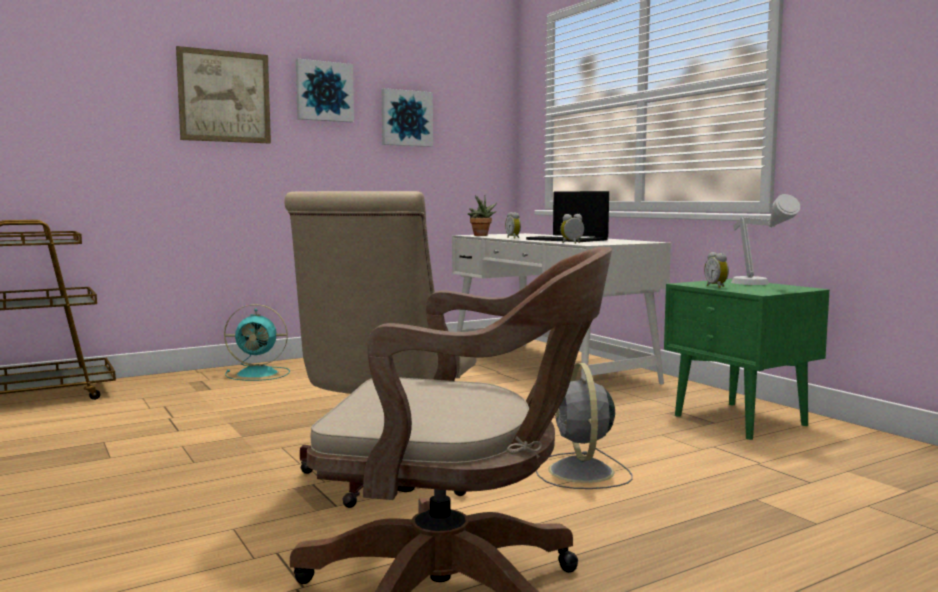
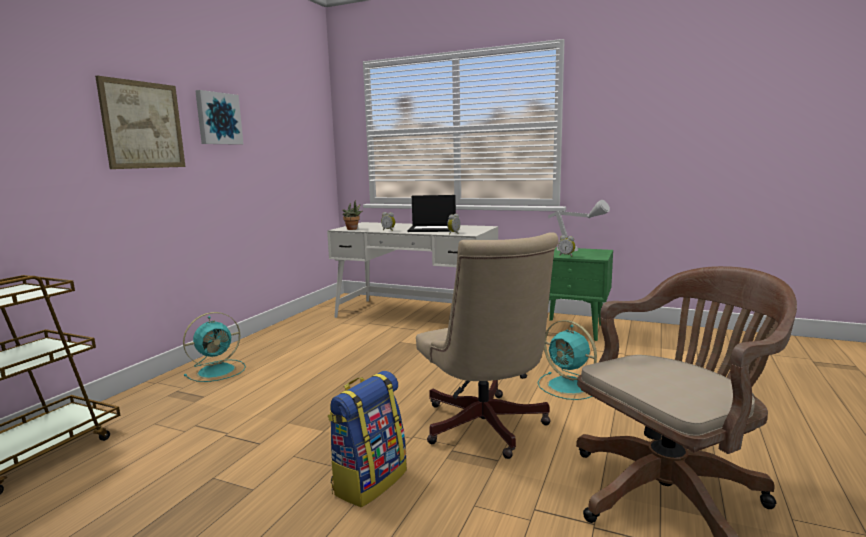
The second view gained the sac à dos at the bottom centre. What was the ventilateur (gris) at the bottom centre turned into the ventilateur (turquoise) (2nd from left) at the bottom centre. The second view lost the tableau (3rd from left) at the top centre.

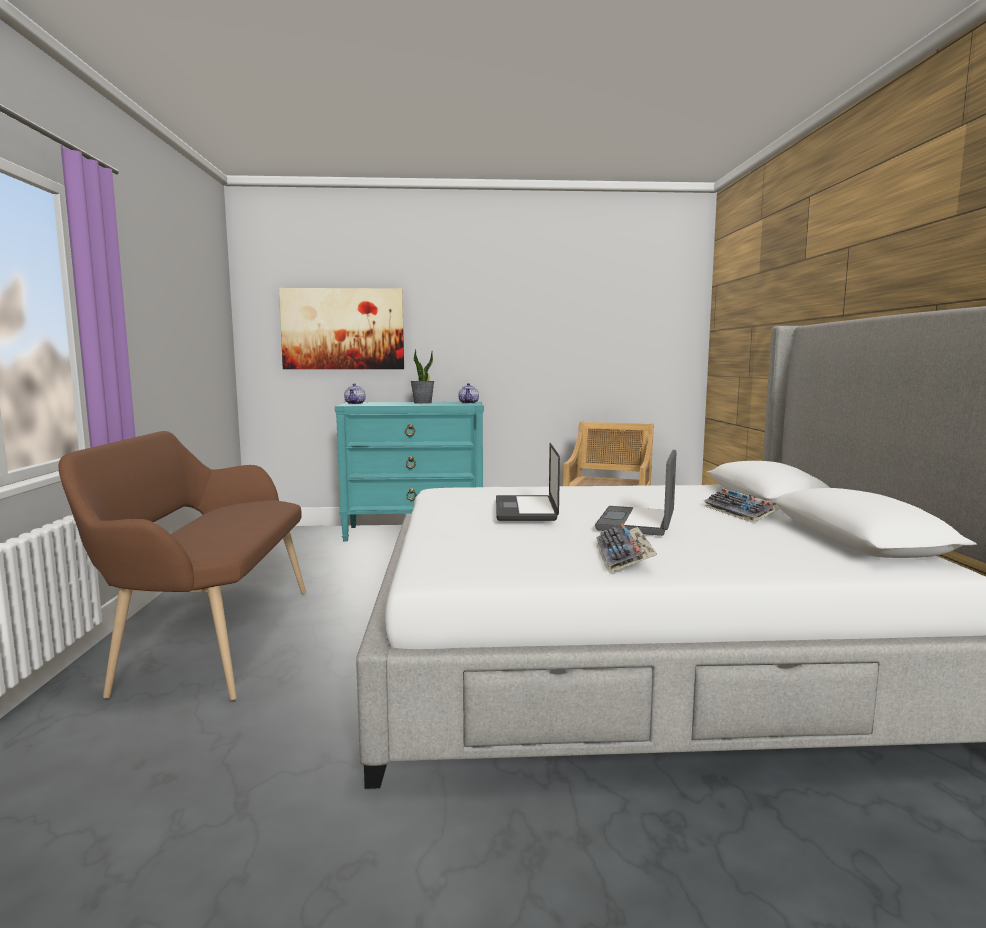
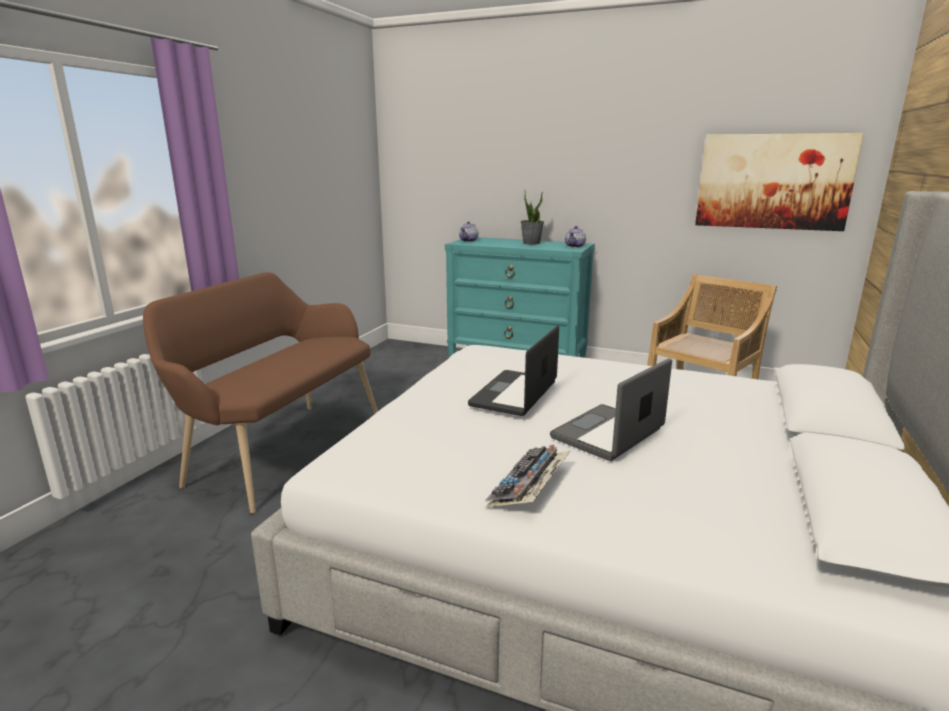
The tableau ended up elsewhere, having gone from the centre to the top right. The second view lost the clavier (2nd from left) at the middle right.

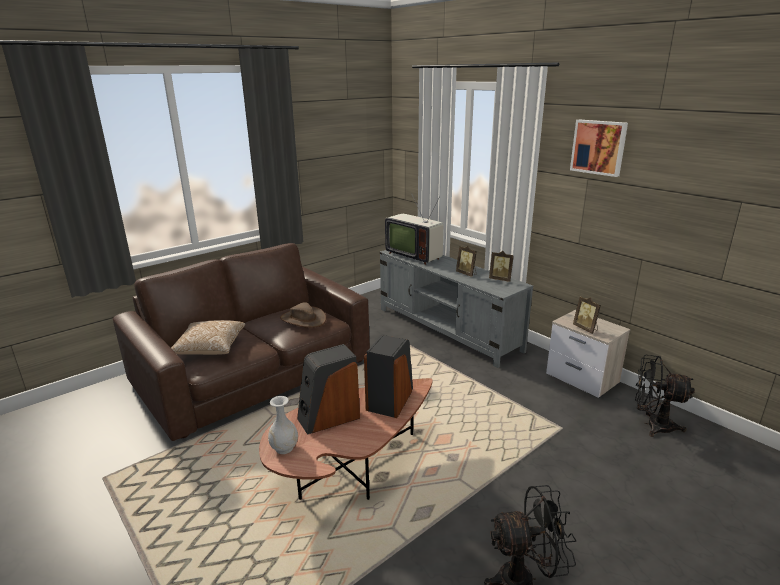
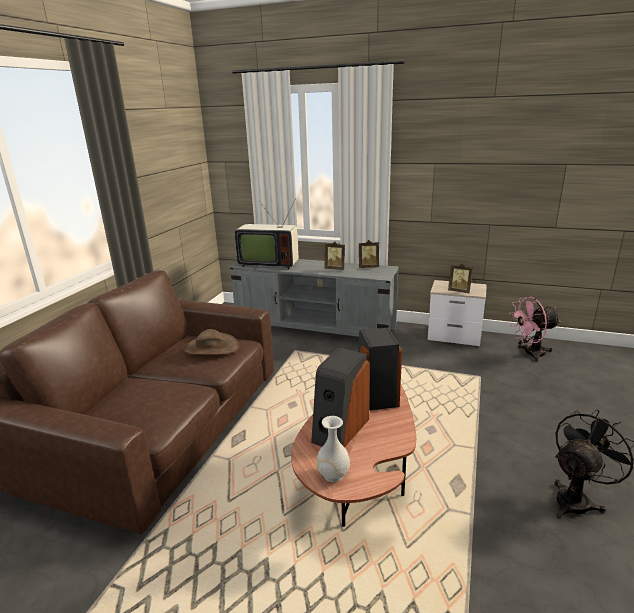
What was the ventilateur (noir) (2nd from left) at the bottom right turned into the ventilateur (rose) at the middle right. The second view lost the coussin at the middle left. The second view lost the tableau at the top right.

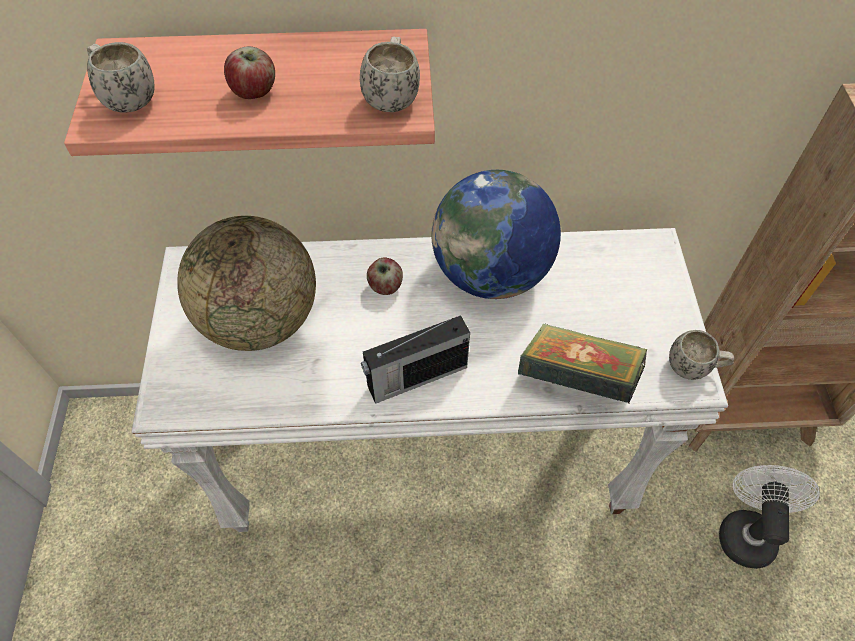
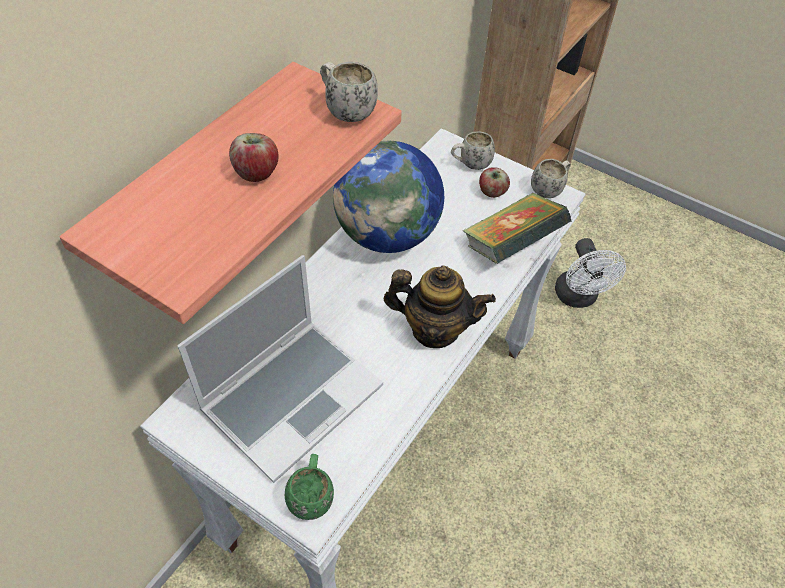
Where the globe (1st from left) stood at the middle left, the ordinateur portable came to stand at the centre. The second view gained the mug (vert) at the bottom centre. Where the radio stood at the centre, the théière came to stand at the centre. The mug (blanc) (1st from left in the first image) ended up elsewhere, having gone from the top left to the top centre. The pomme (2nd from left) ended up elsewhere, having gone from the centre to the top centre. The ventilateur (blanc) at the bottom right ended up facing another way, 150 degrees counterclockwise from before.

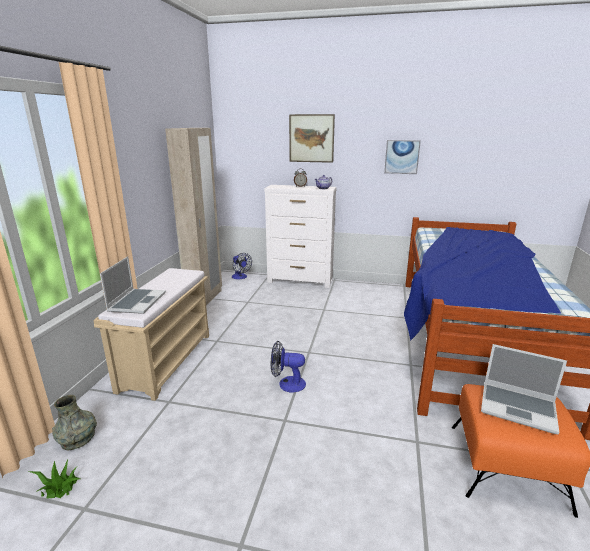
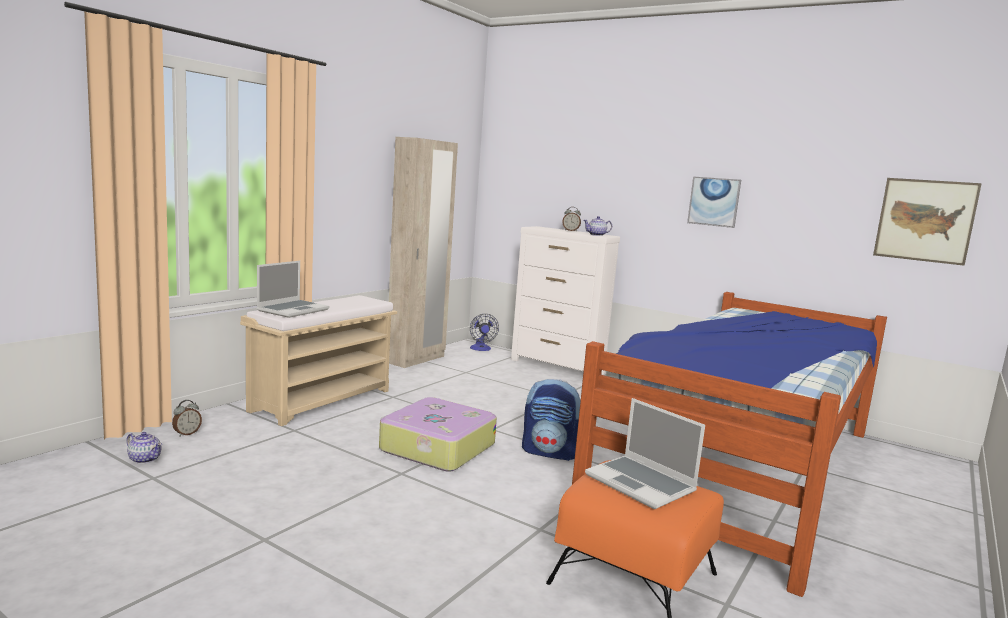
Where the plante en pot stood at the bottom left, the théière (1st from left) came to stand at the bottom left. Where the vase (gris) stood at the bottom left, the réveil (1st from left) came to stand at the bottom left. Where the ventilateur (2nd from left) stood at the centre, the valise came to stand at the bottom centre. The second view gained the sac à dos at the bottom centre. The tableau (1st from left in the first image) ended up elsewhere, having gone from the top centre to the middle right.

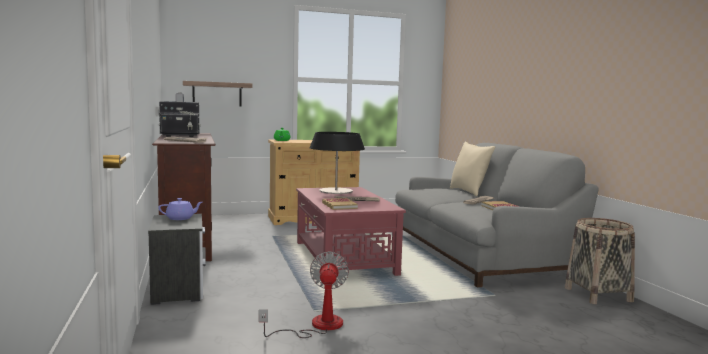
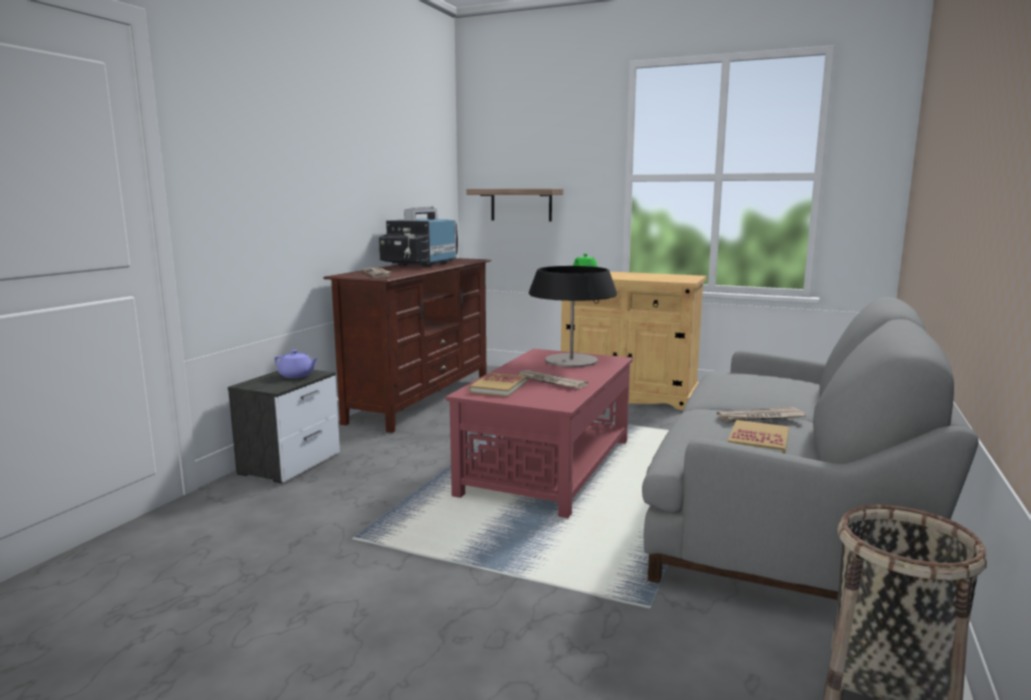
The second view lost the ventilateur at the bottom centre. The second view lost the coussin (beige) at the middle right.

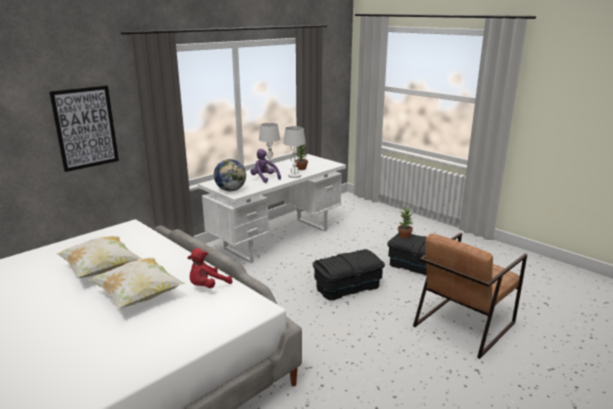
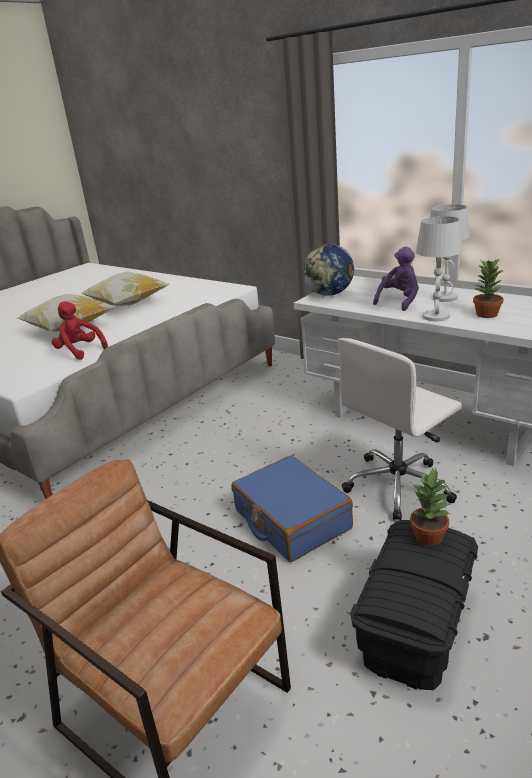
Where the boîte de rangement (noir) (1st from left) stood at the bottom centre, the valise (bleu) came to stand at the centre. The second view gained the chaise de bureau (blanc) at the middle right. The second view lost the tableau at the top left.

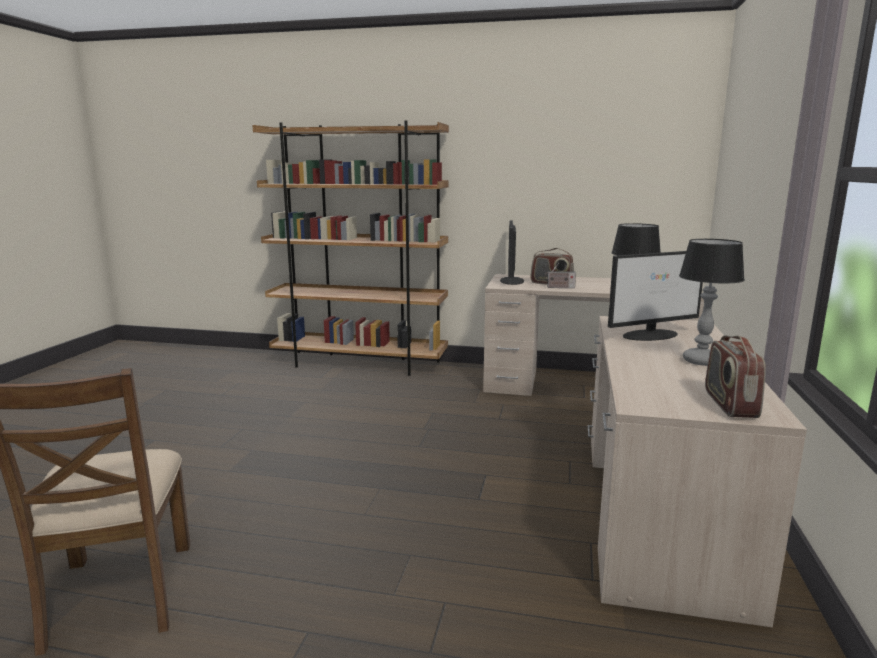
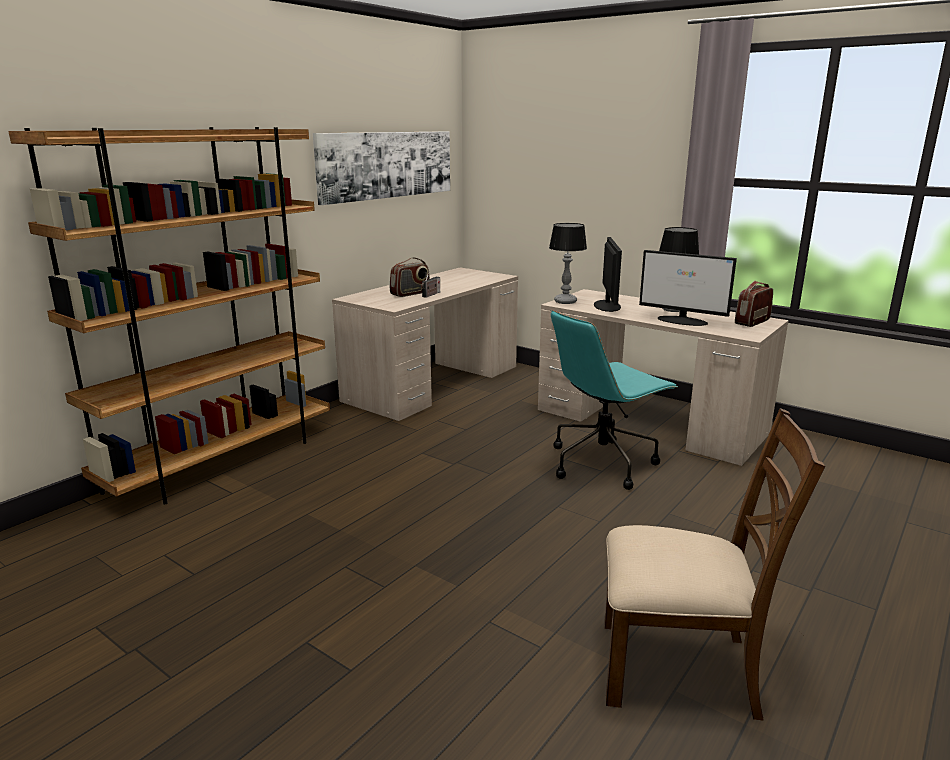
The second view gained the tableau at the top centre. The second view gained the chaise de bureau (turquoise) at the centre. The écran d'ordinateur (1st from left in the first image) ended up elsewhere, having gone from the centre to the middle right. The radio (3rd from left) at the middle right ended up facing another way, 105 degrees clockwise from before.

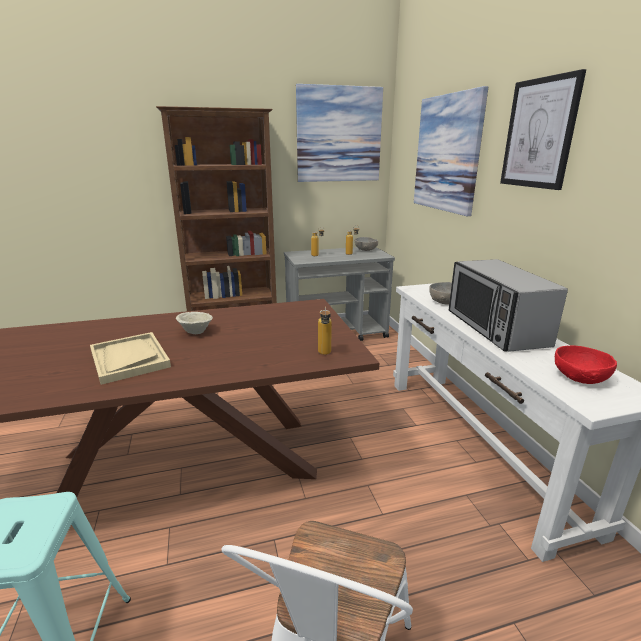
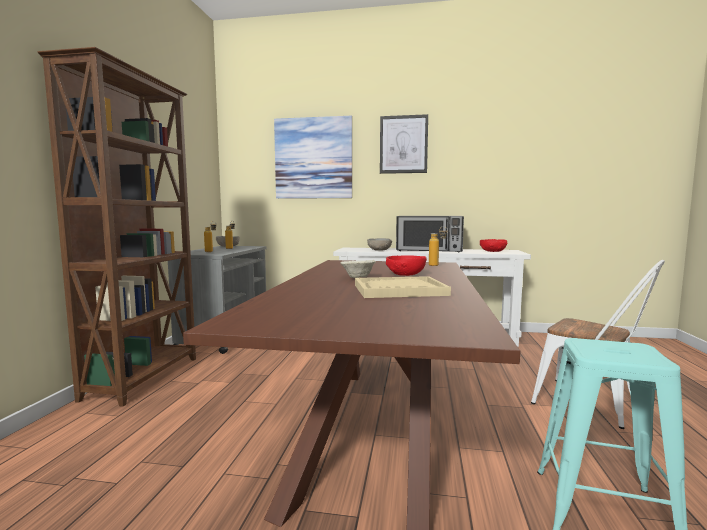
The second view gained the bol (rouge) (1st from left) at the centre. The second view lost the tableau (1st from left) at the top centre.

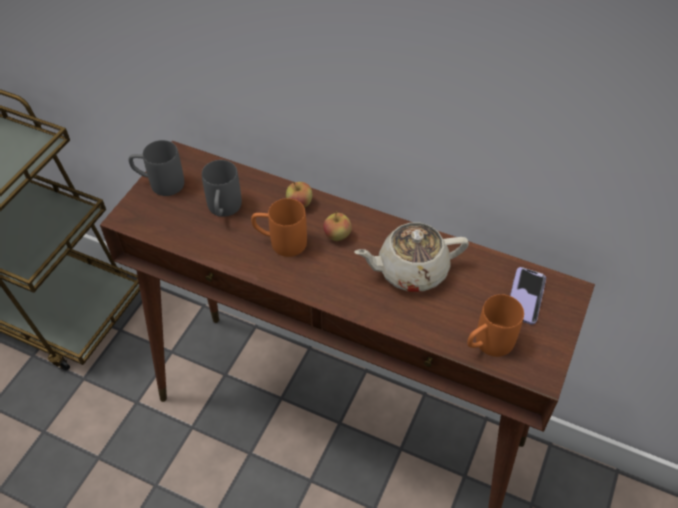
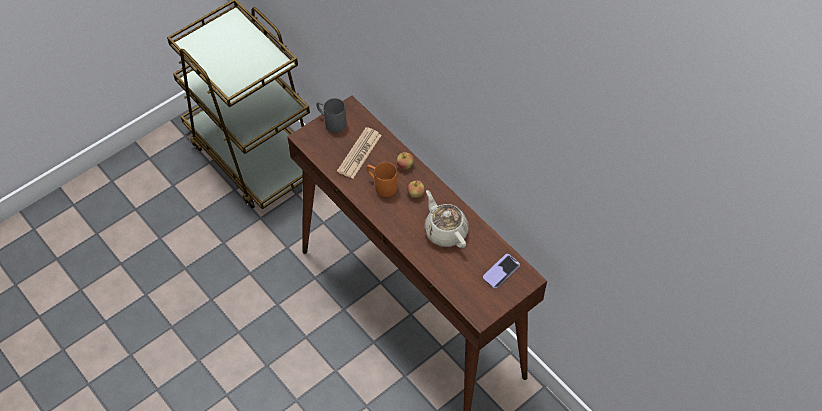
Where the mug (gris) (2nd from left) stood at the middle left, the journal came to stand at the centre. The théière (beige) at the centre ended up facing another way, 45 degrees clockwise from before. The second view lost the mug (orange) (2nd from left) at the middle right.

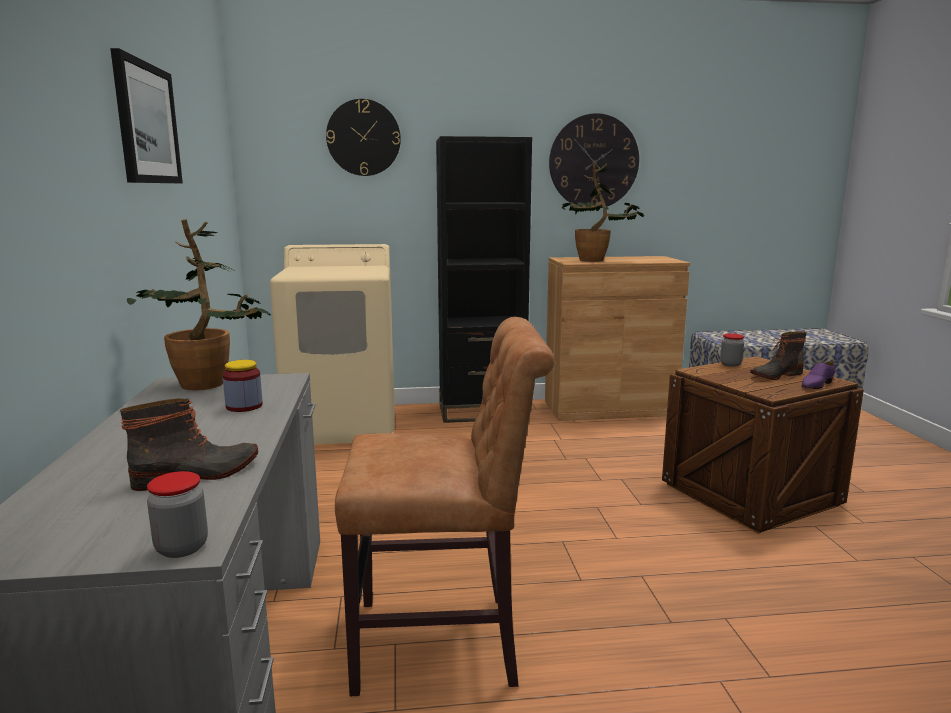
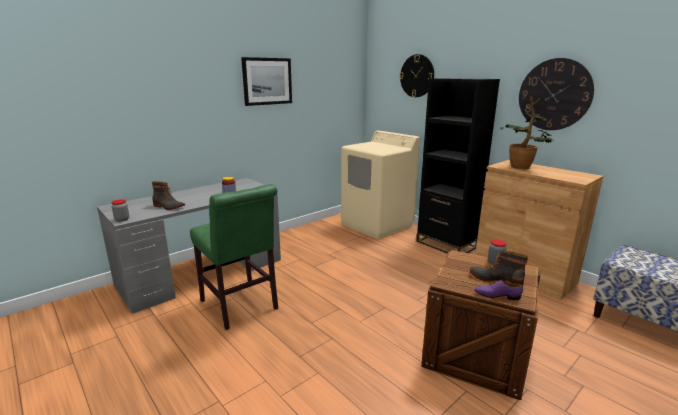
What was the chaise (marron) at the bottom centre turned into the chaise (vert) at the centre. The second view lost the plante en pot (1st from left) at the middle left.

